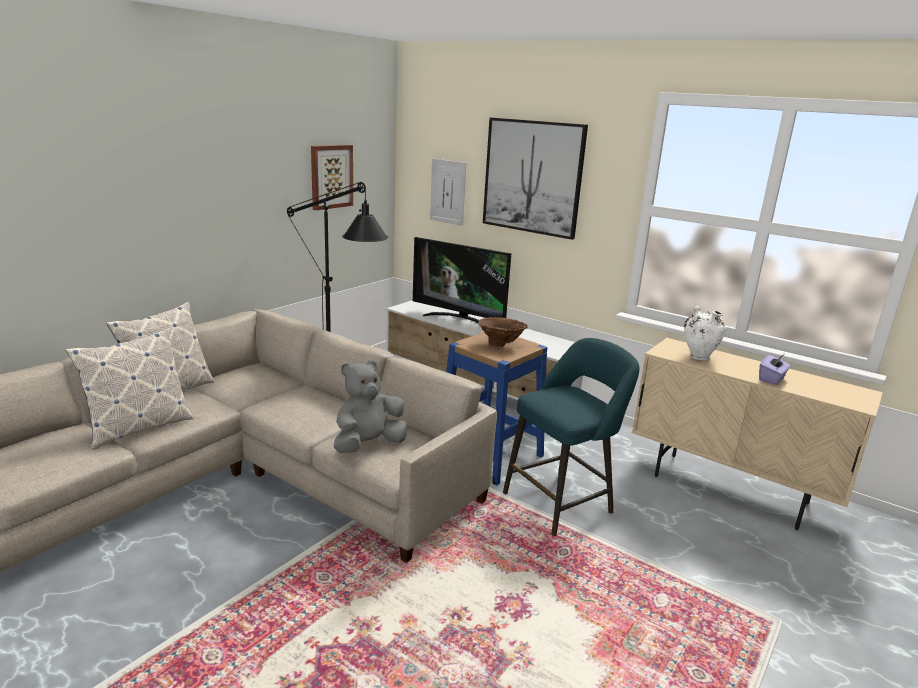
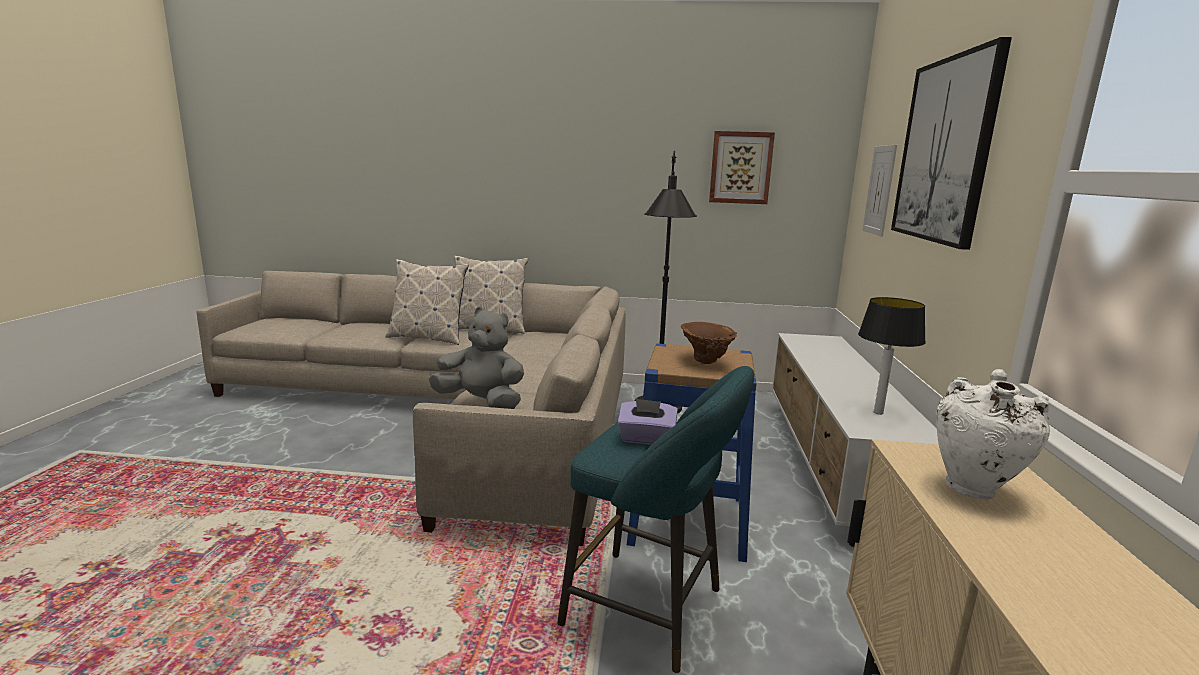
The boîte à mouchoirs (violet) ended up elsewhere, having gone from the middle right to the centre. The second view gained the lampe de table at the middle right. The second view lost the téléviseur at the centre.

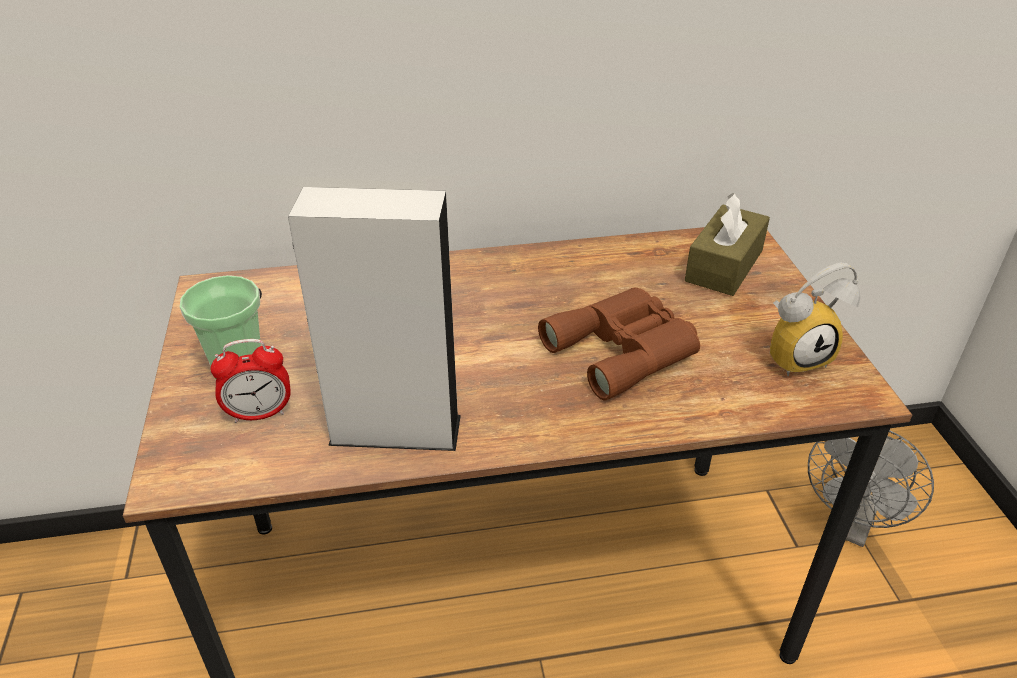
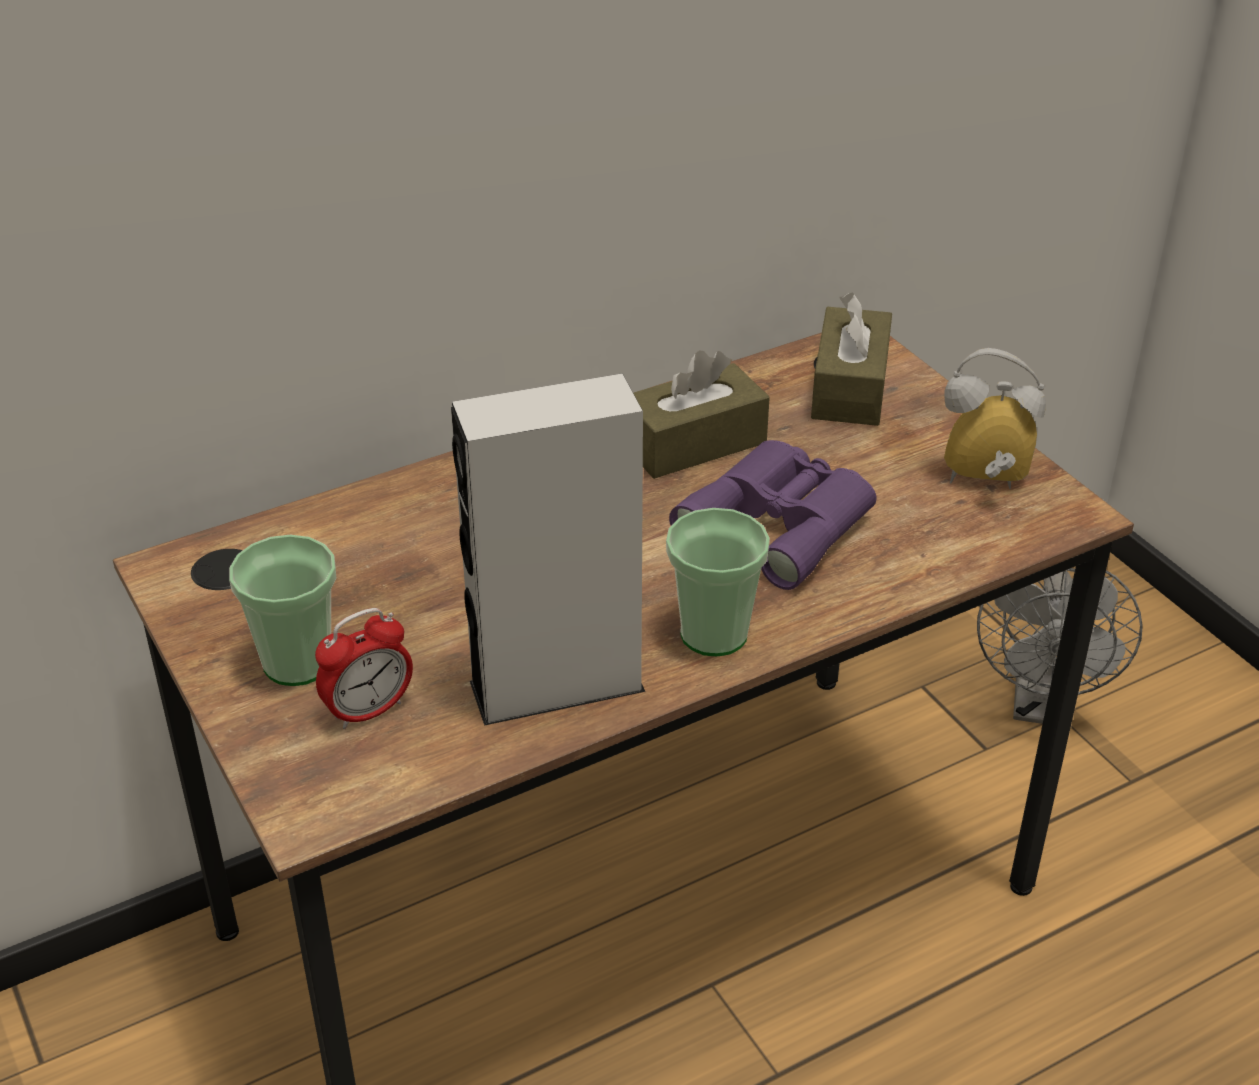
The second view gained the boîte à mouchoirs (marron) (1st from left) at the centre. The second view gained the tasse (2nd from left) at the centre. What was the jumelles (marron) at the centre turned into the jumelles (violet) at the centre. The réveil (2nd from left) at the middle right ended up facing another way, 135 degrees counterclockwise from before.

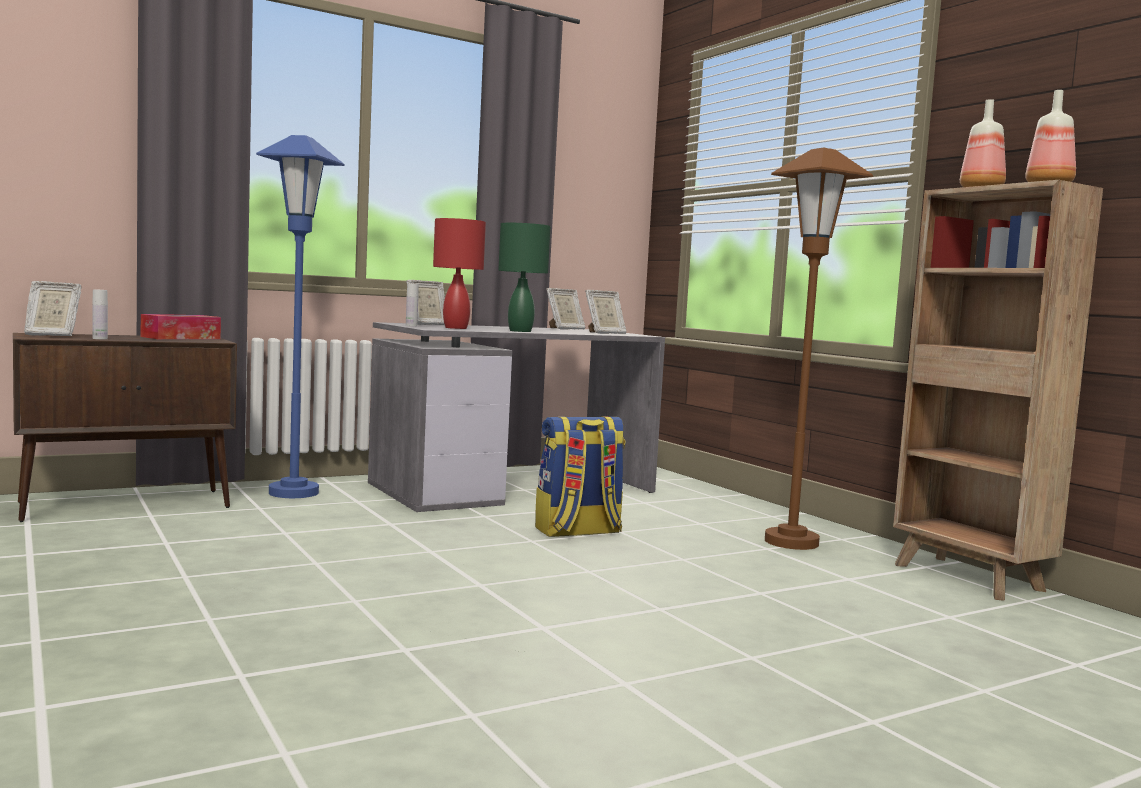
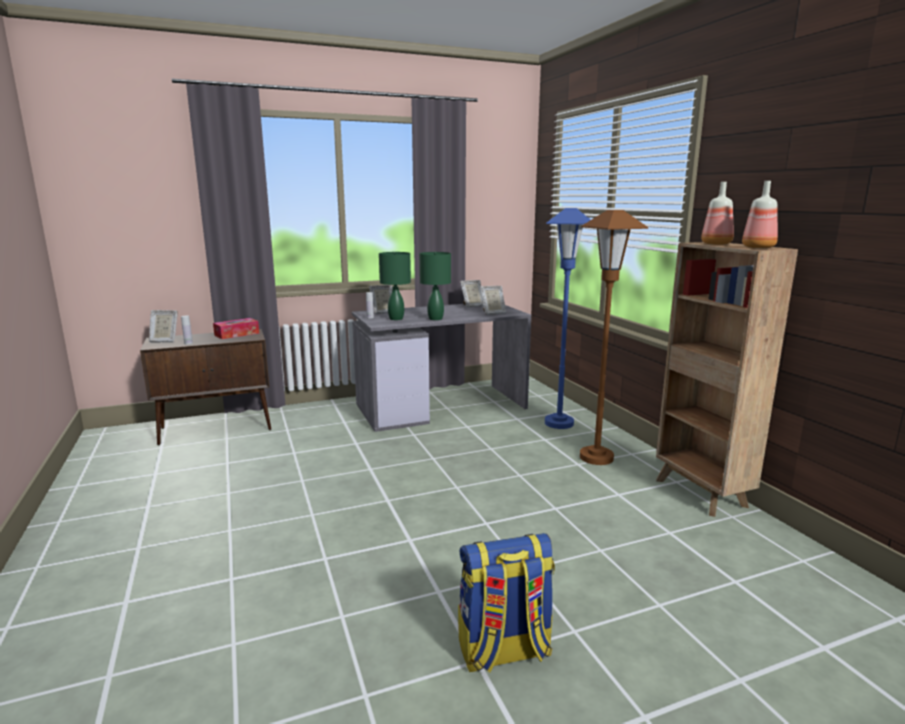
What was the lampe de table (rouge) at the centre turned into the lampe de table (vert) (1st from left) at the centre. The sac à dos ended up elsewhere, having gone from the centre to the bottom centre. The lampadaire (bleu) ended up elsewhere, having gone from the middle left to the centre.

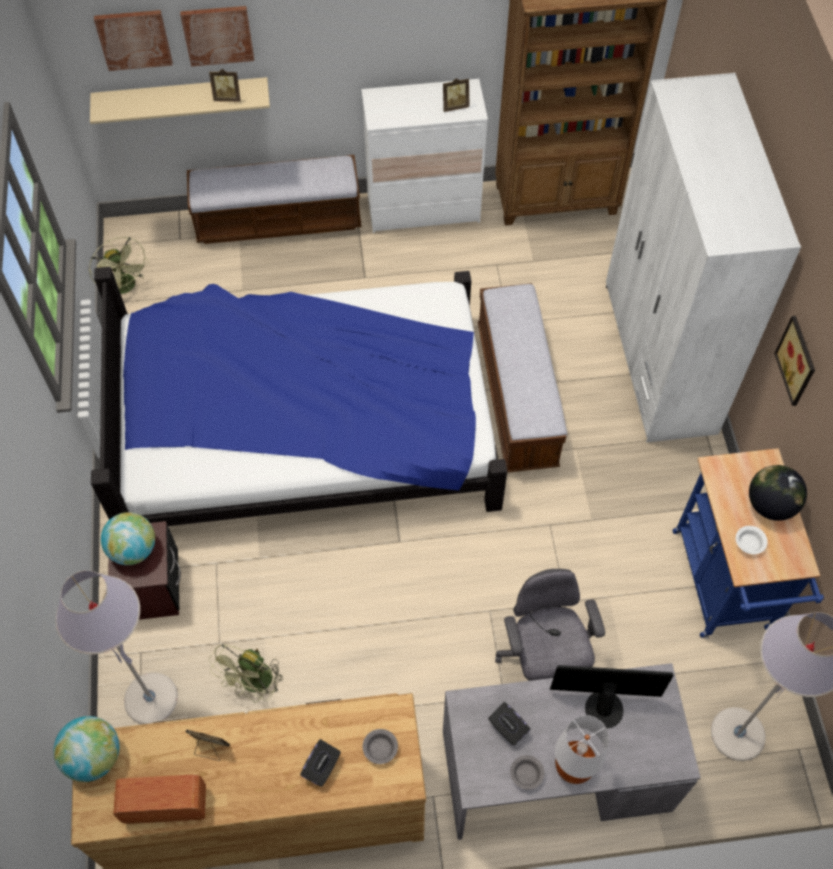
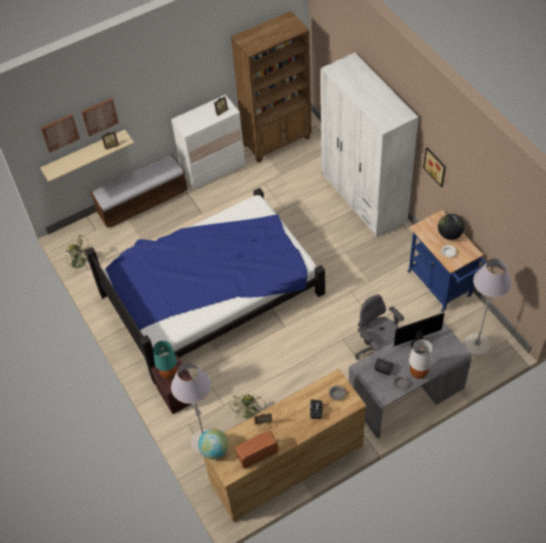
Where the globe (2nd from left) stood at the middle left, the lampe de table (turquoise) came to stand at the middle left. The second view lost the banc (2nd from left) at the centre.

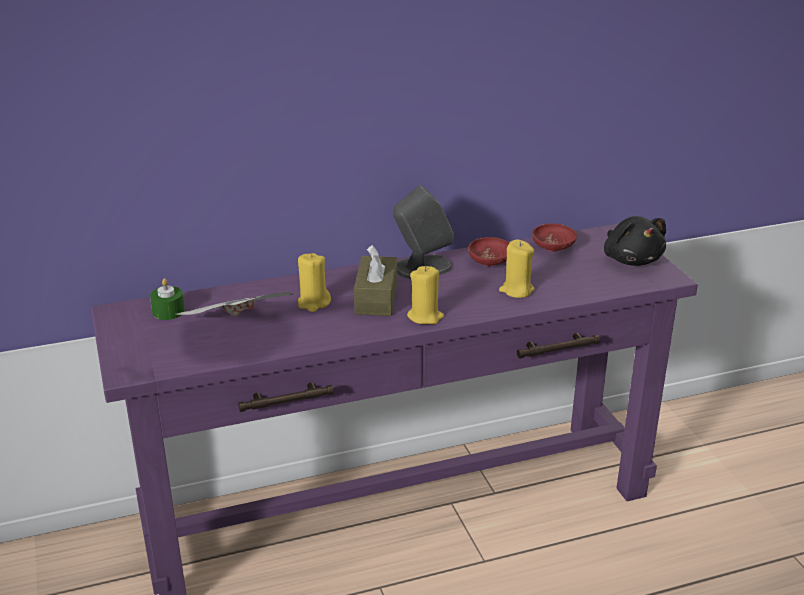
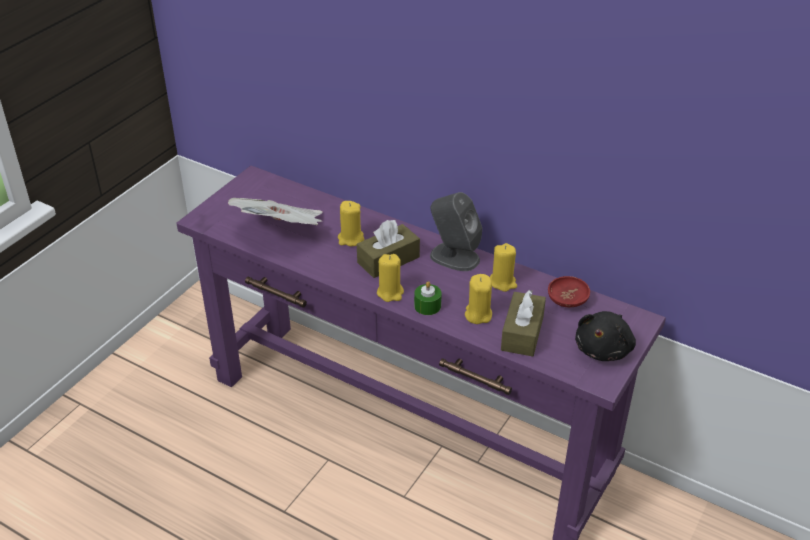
The bougie (vert) ended up elsewhere, having gone from the middle left to the centre. Where the bol (rouge) (1st from left) stood at the centre, the bougie (jaune) (4th from left) came to stand at the centre. The second view gained the boîte à mouchoirs (marron) (2nd from left) at the centre.

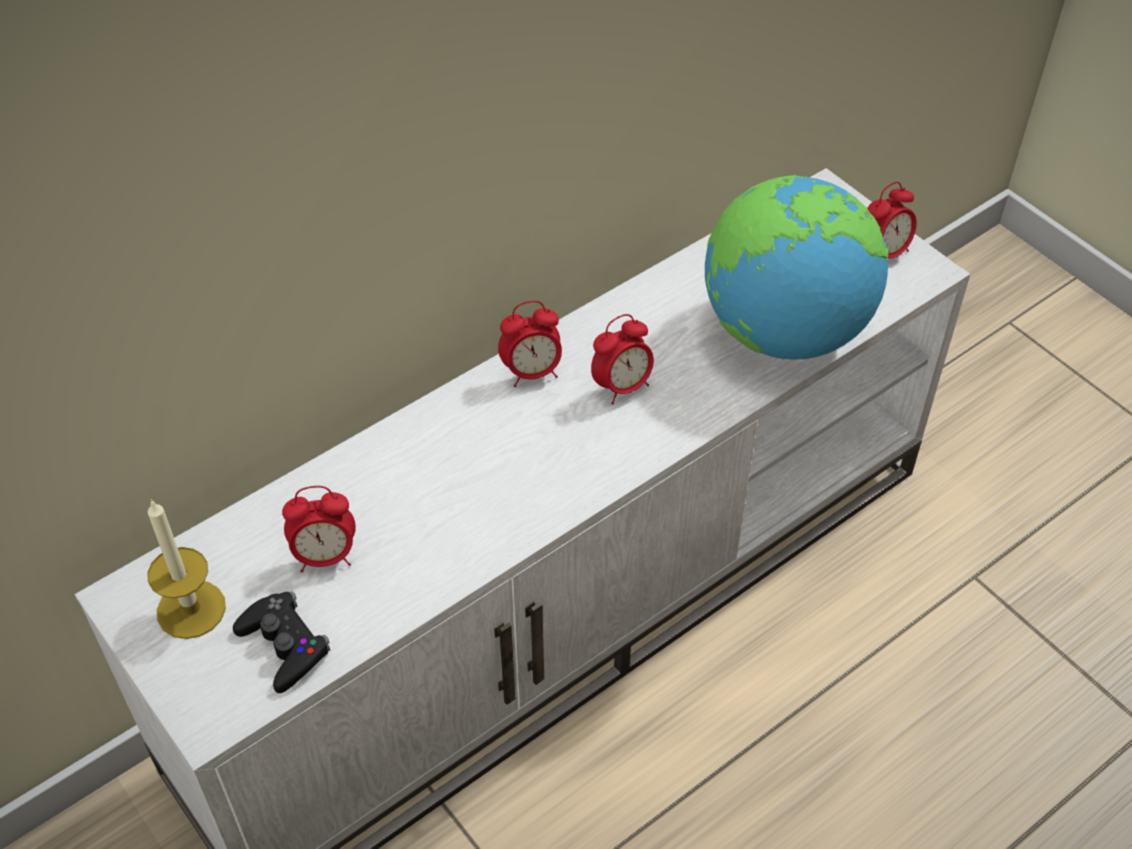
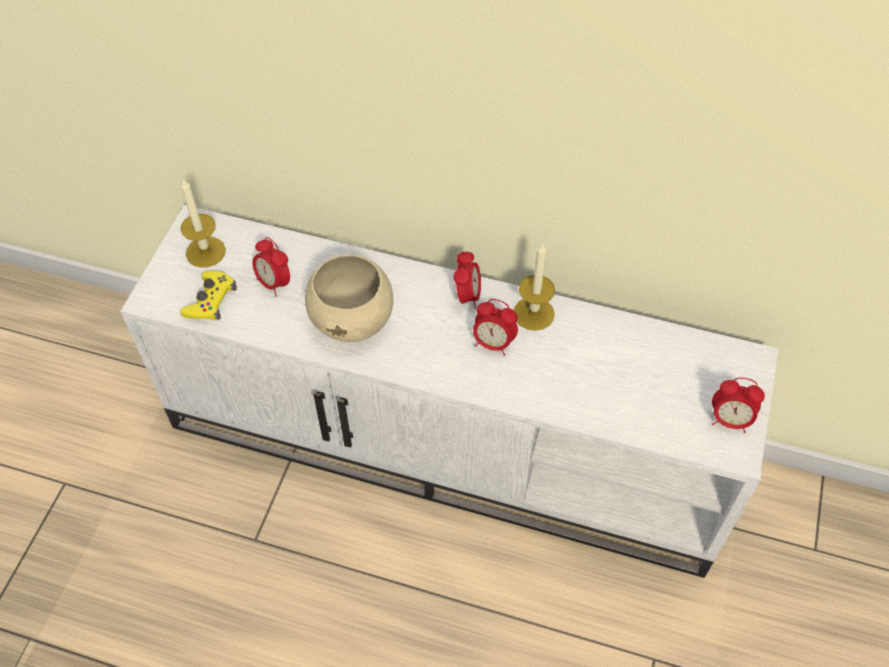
What was the manette (noir) at the bottom left turned into the manette (jaune) at the middle left. The second view gained the bol (beige) at the centre. The réveil (2nd from left) at the centre ended up facing another way, 120 degrees counterclockwise from before. The second view gained the bougie (2nd from left) at the centre. The second view lost the globe at the top right.

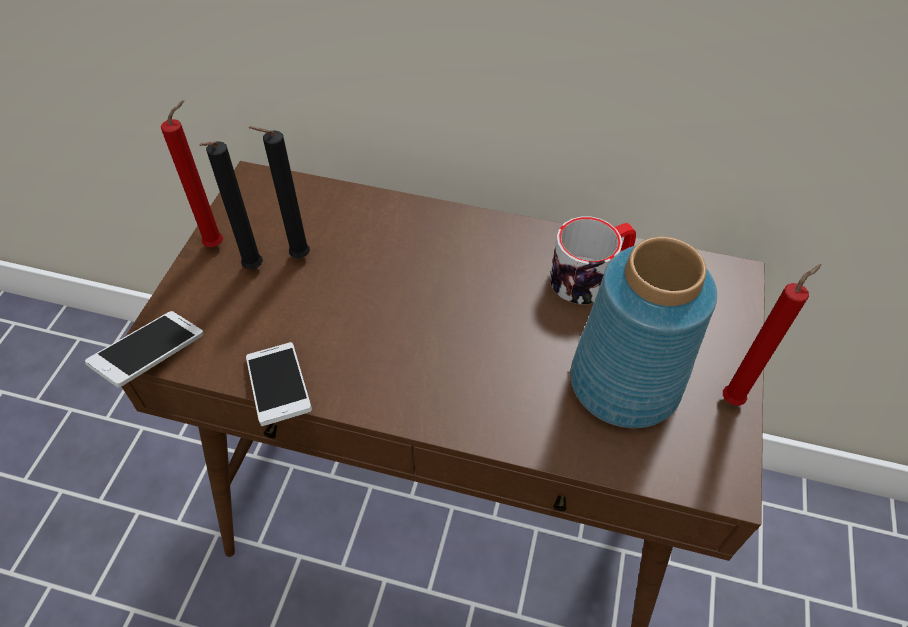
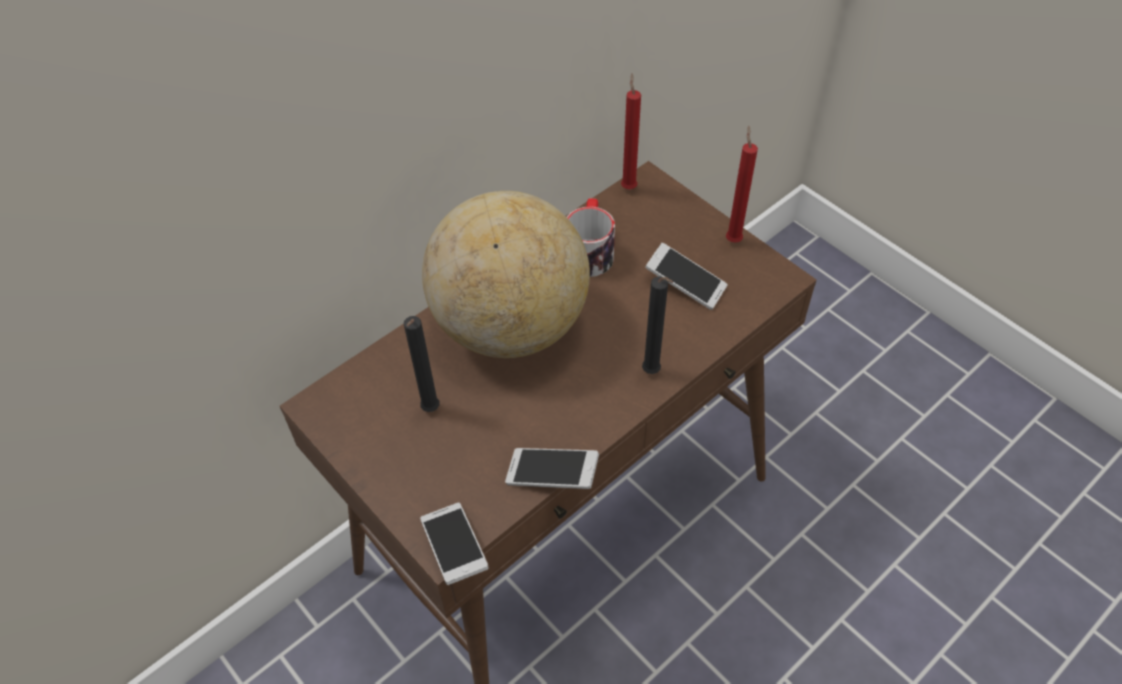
The second view gained the globe at the centre. The bougie (rouge) (1st from left) ended up elsewhere, having gone from the top left to the top centre. The bougie (noir) (1st from left in the first image) ended up elsewhere, having gone from the top left to the centre. Where the vase (bleu) stood at the middle right, the téléphone (3rd from left) came to stand at the centre.

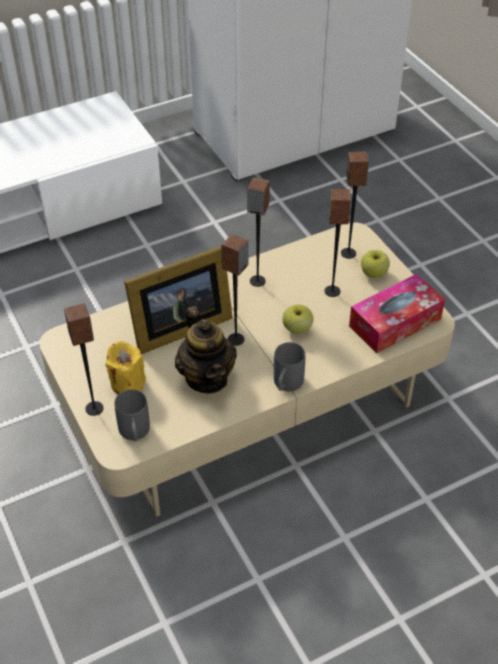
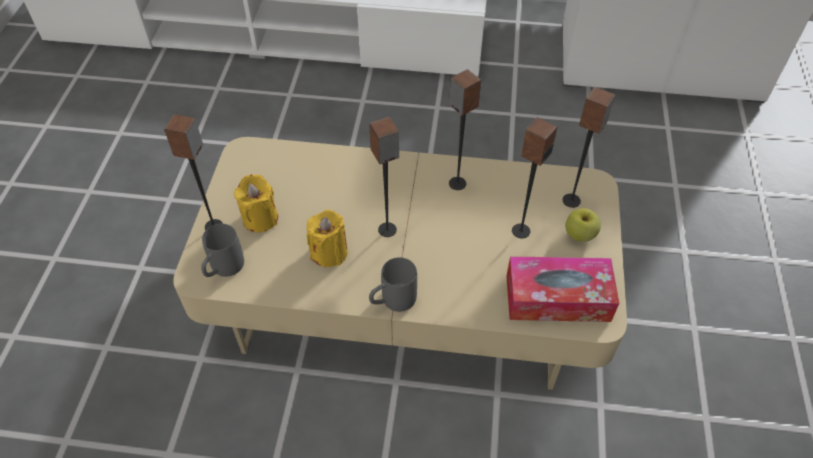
Where the théière stood at the centre, the bougie (jaune) (2nd from left) came to stand at the centre. The second view lost the cadre photo at the centre. The second view lost the pomme (1st from left) at the centre.

